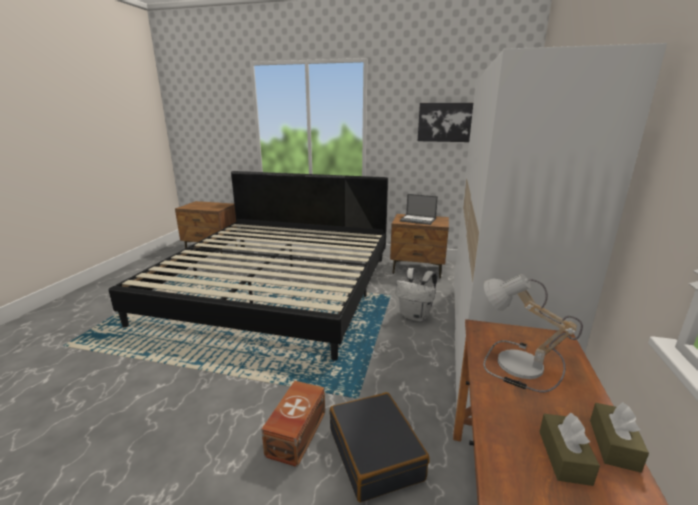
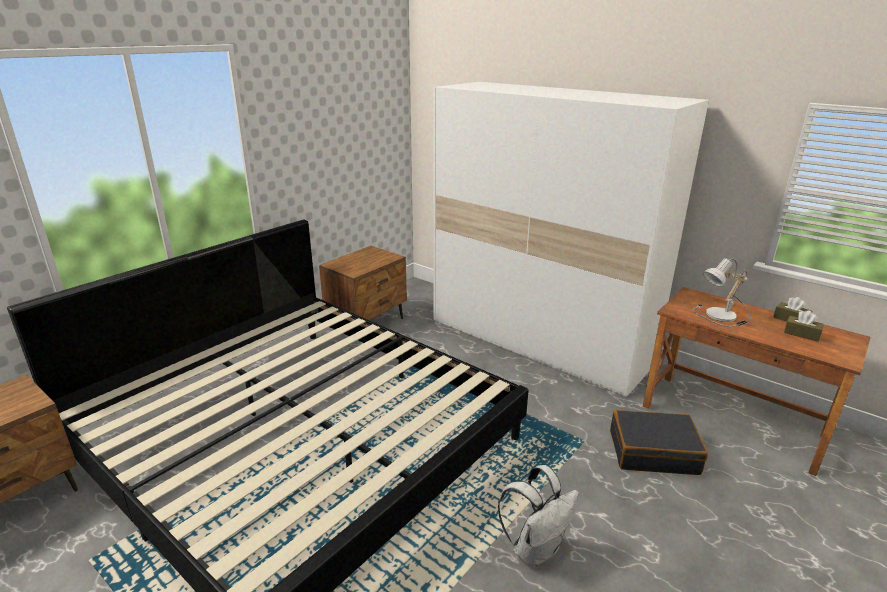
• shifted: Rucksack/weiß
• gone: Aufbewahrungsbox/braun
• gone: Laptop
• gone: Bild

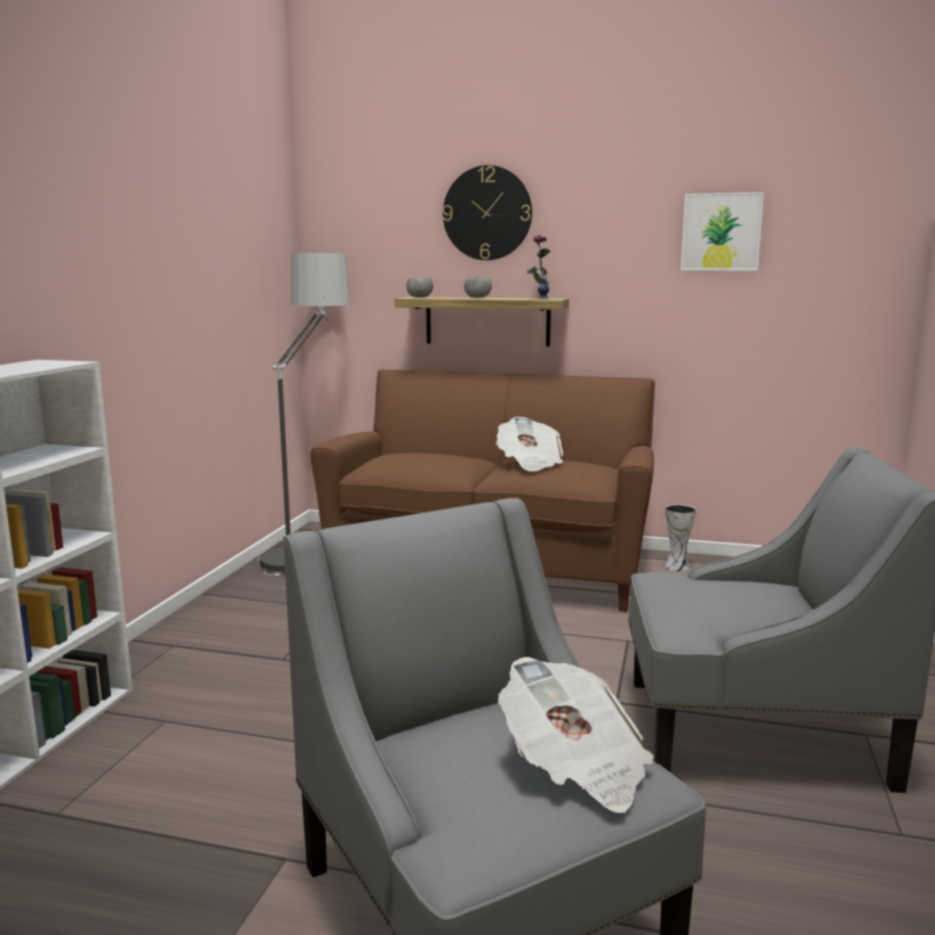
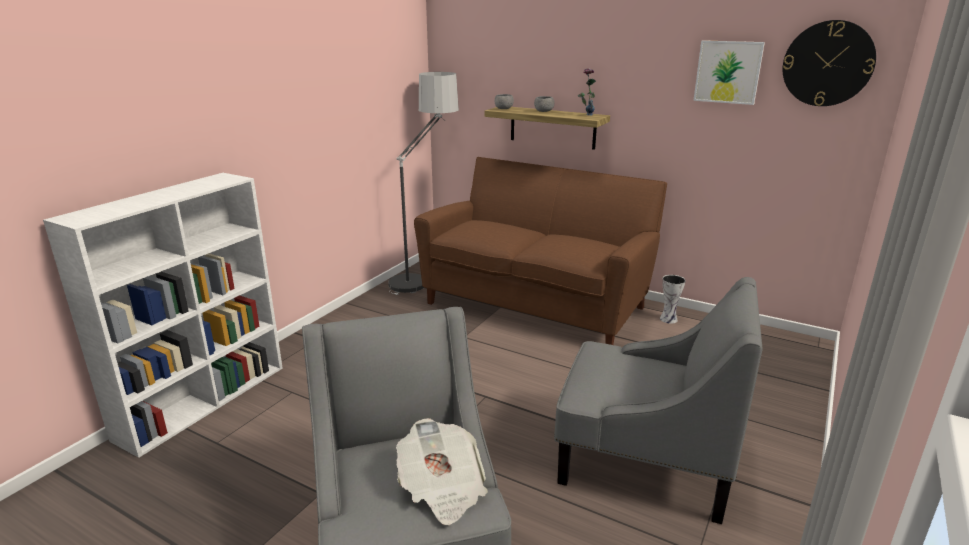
• shifted: Wanduhr
• gone: Zeitung (no. 1 from left)

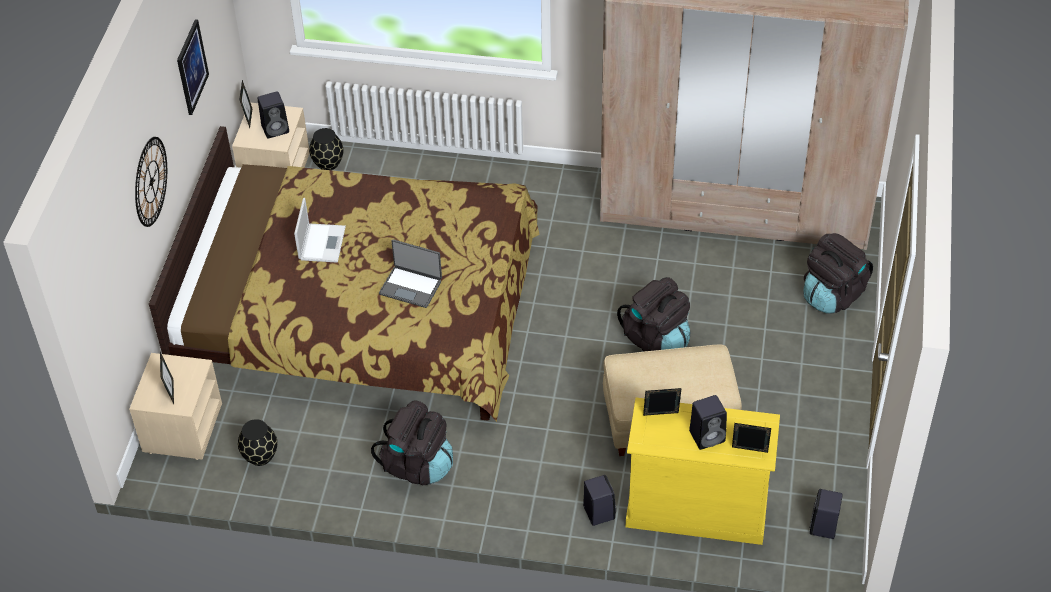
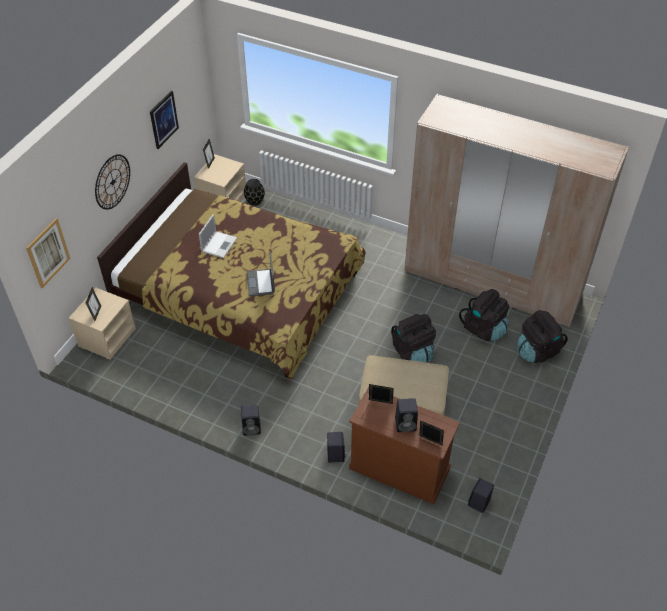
• new: Bild (no. 1 from left)
• shifted: Lautsprecher/schwarz (no. 1 from left)
• rotated: Laptop (no. 2 from left) 45 degrees clockwise
• repainted: Kommode/gelb to Kommode/braun
• shifted: Rucksack/schwarz (no. 1 from left in the first image) to Rucksack/schwarz (no. 2 from left)
• gone: Vase/schwarz (no. 1 from left)

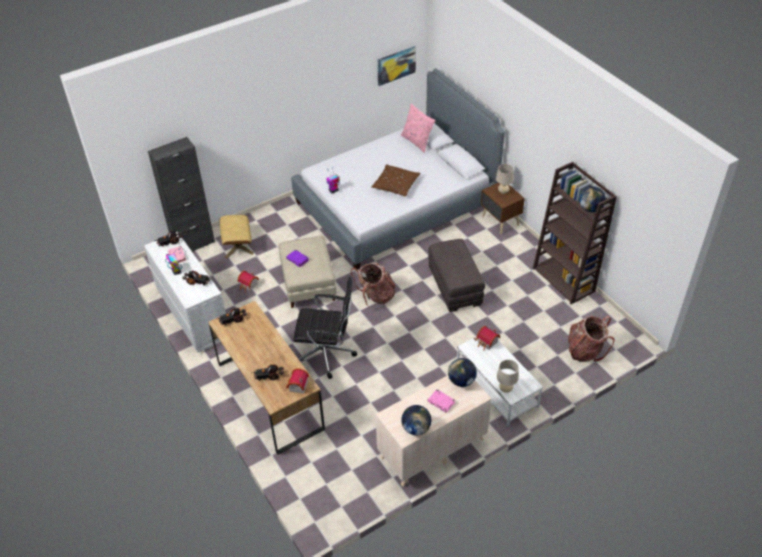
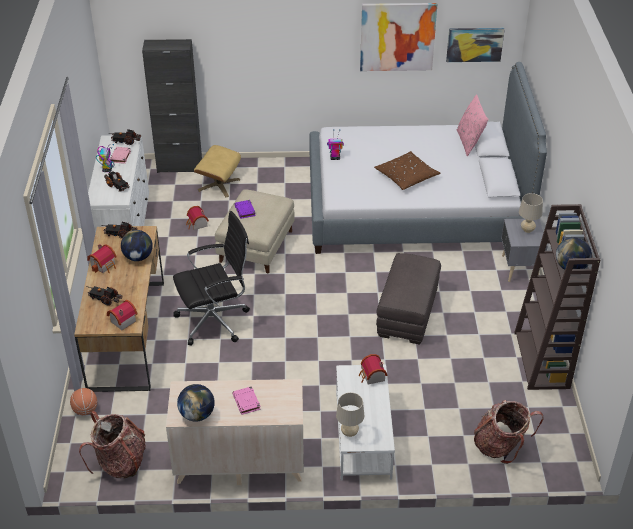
• new: Basketball
• shifted: Rucksack (no. 1 from left)
• new: Spielzeughaus (no. 1 from left)
• shifted: Globus (no. 2 from left in the first image) to Globus (no. 1 from left)
• rotated: Bürostuhl/schwarz 60 degrees counterclockwise
• new: Bild (no. 1 from left)
• repainted: Nachttisch/braun to Nachttisch/grau

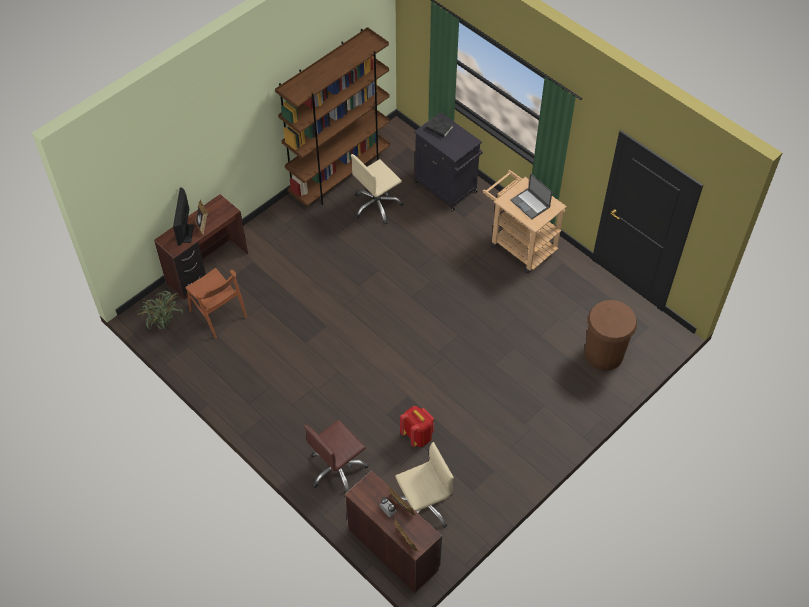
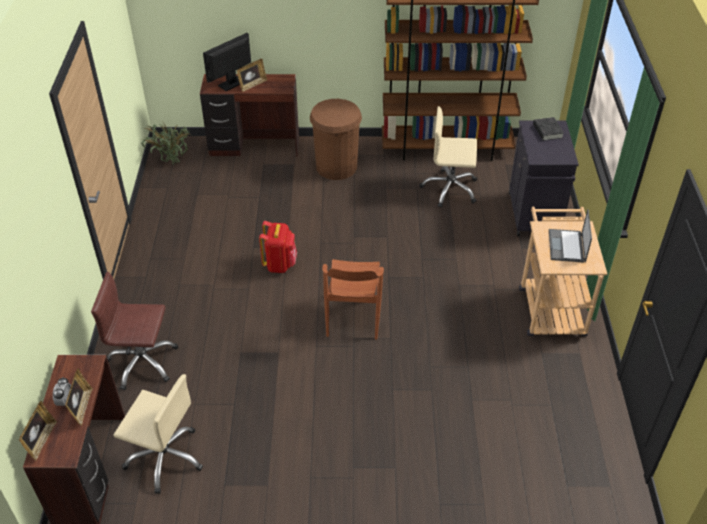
• shifted: Rucksack/rot
• shifted: Mülleimer/braun
• shifted: Stuhl/braun

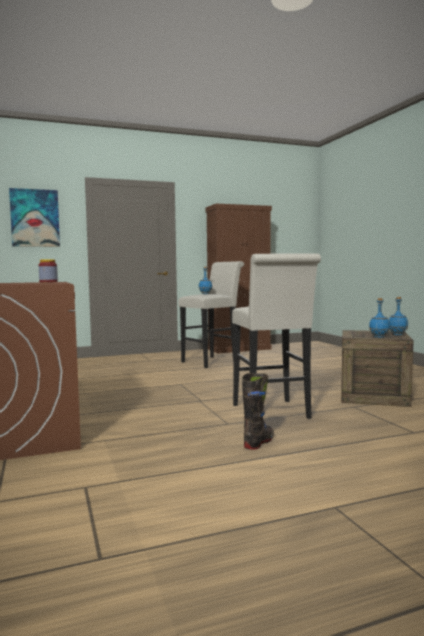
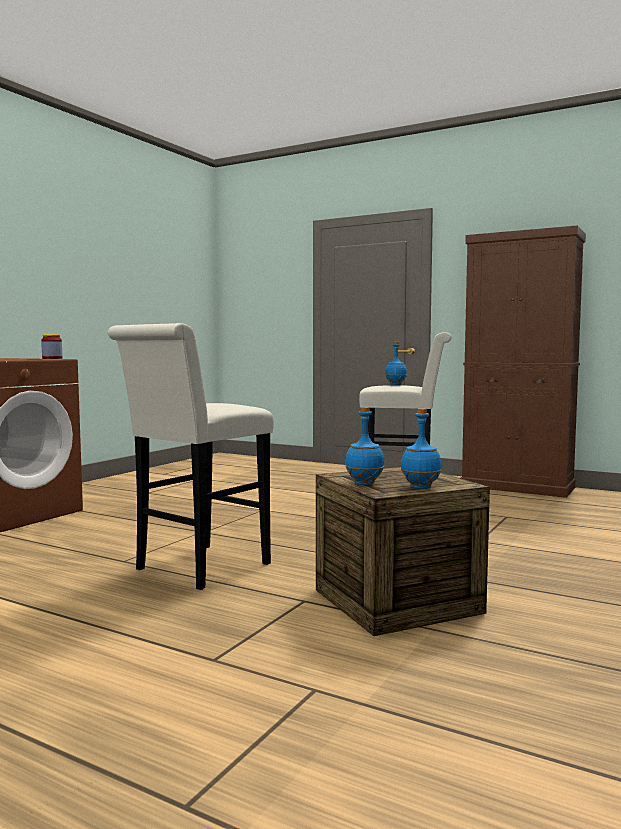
• gone: Bild
• gone: Stiefel/schwarz

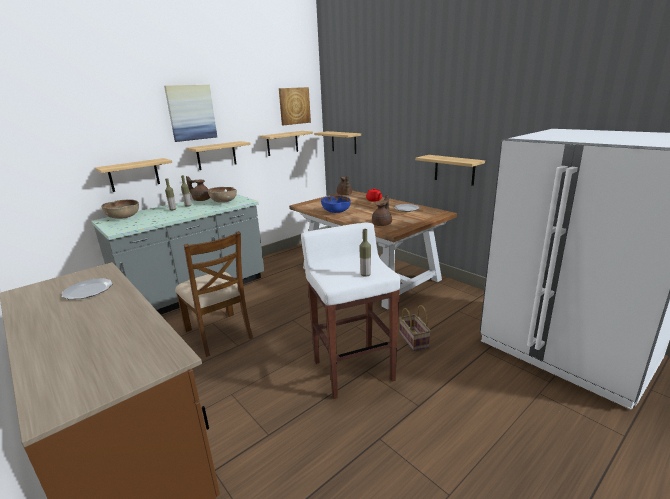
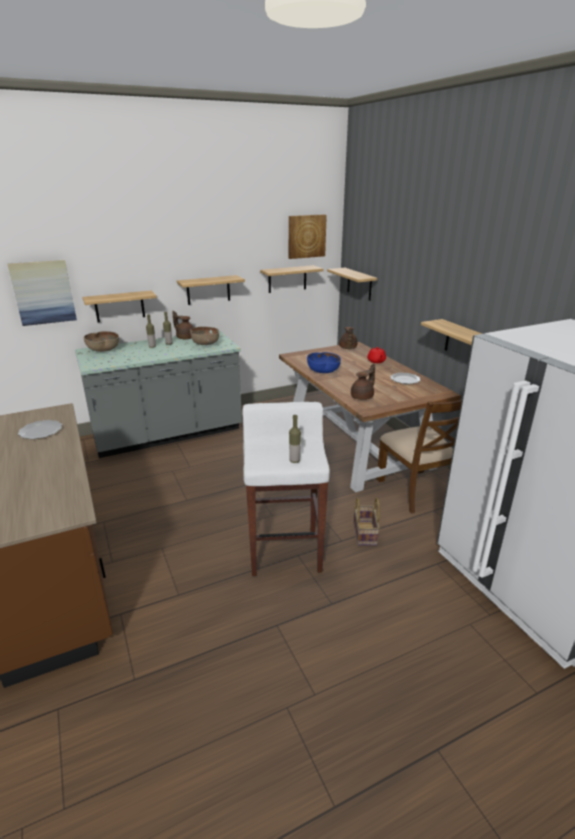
• shifted: Bild (no. 1 from left)
• shifted: Stuhl/braun

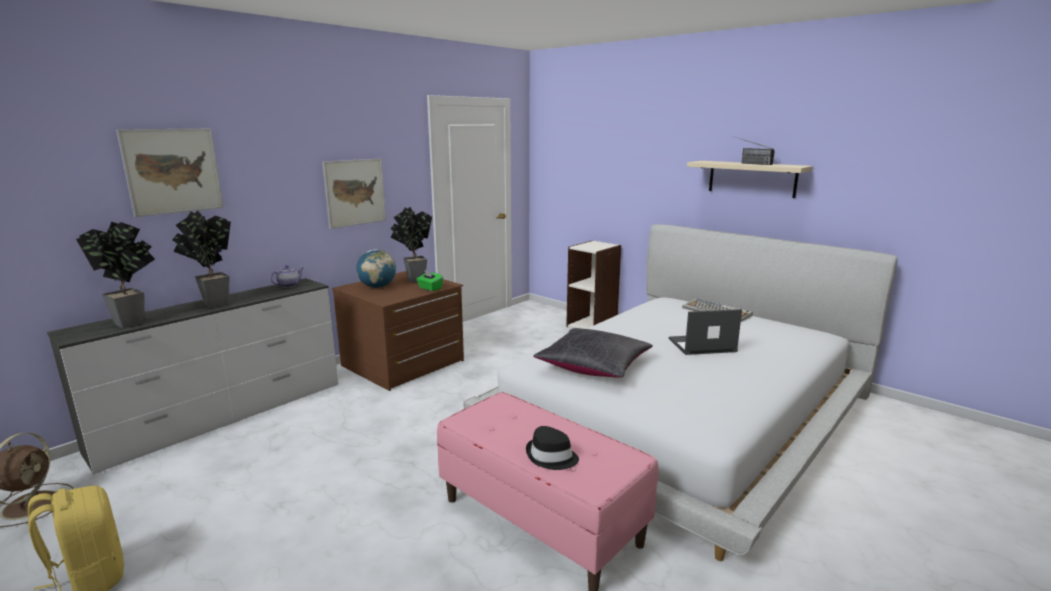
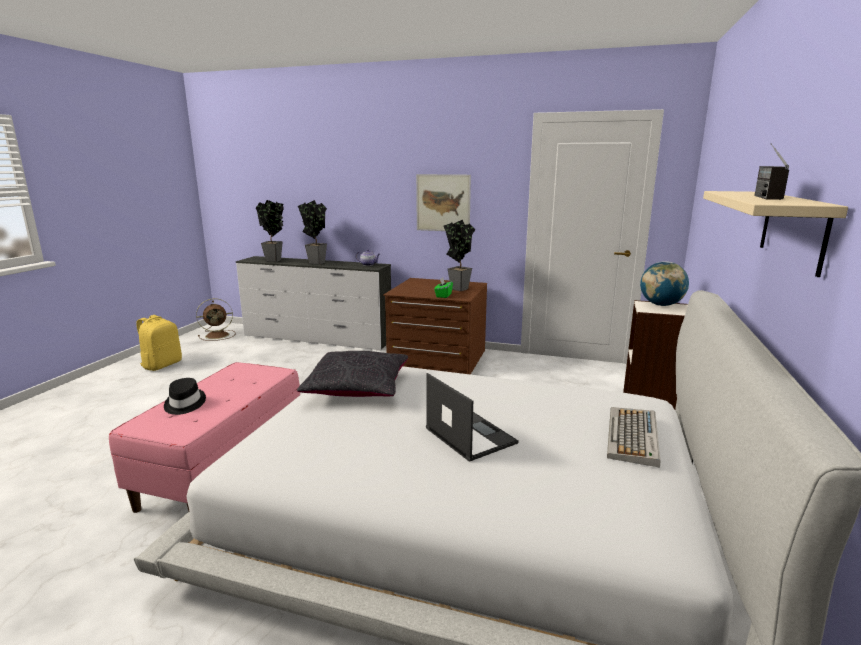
• shifted: Globus
• gone: Bild (no. 1 from left)

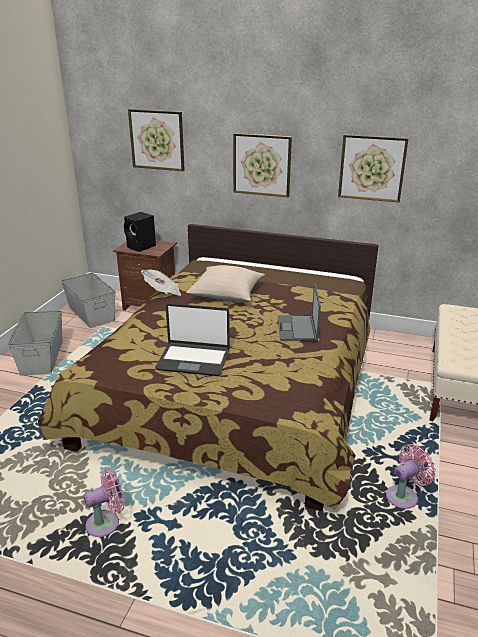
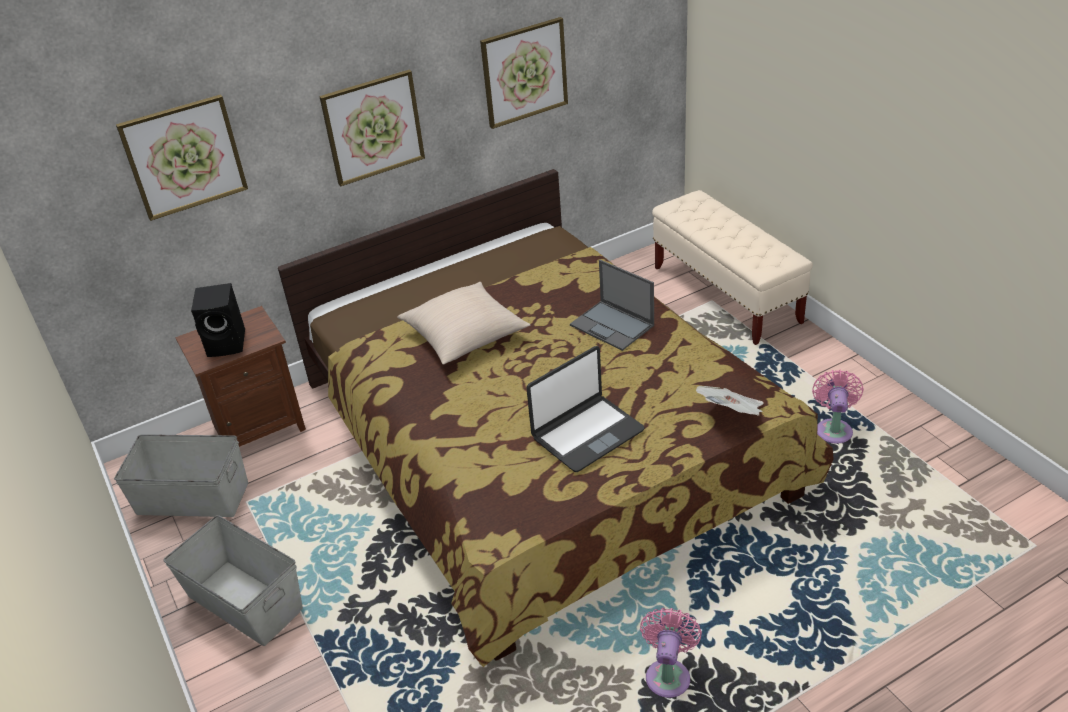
• shifted: Zeitung

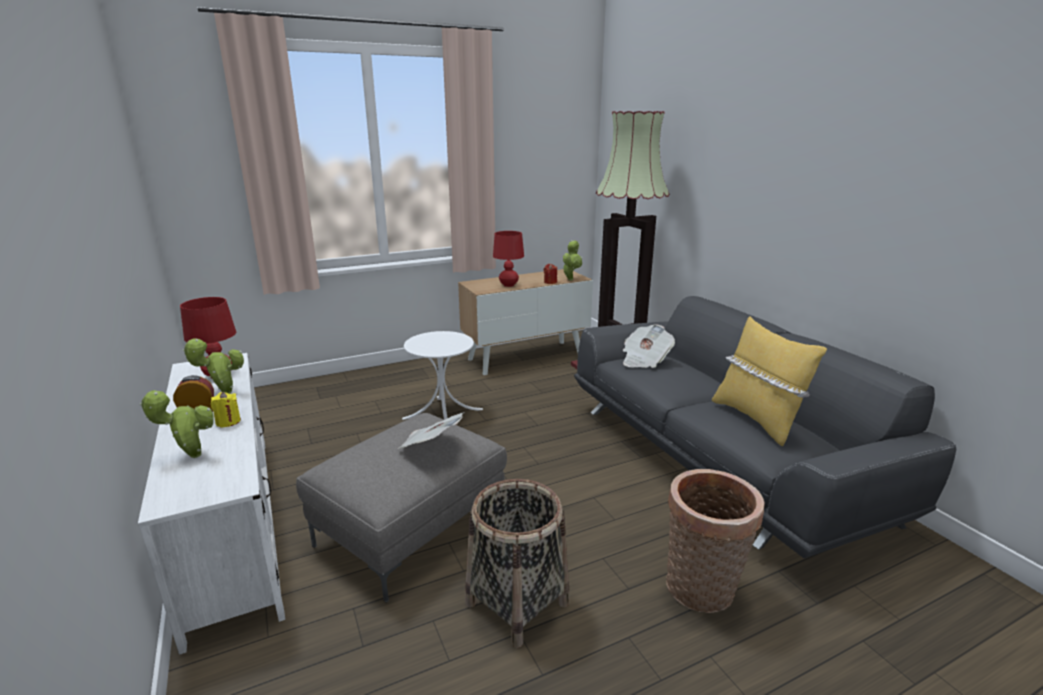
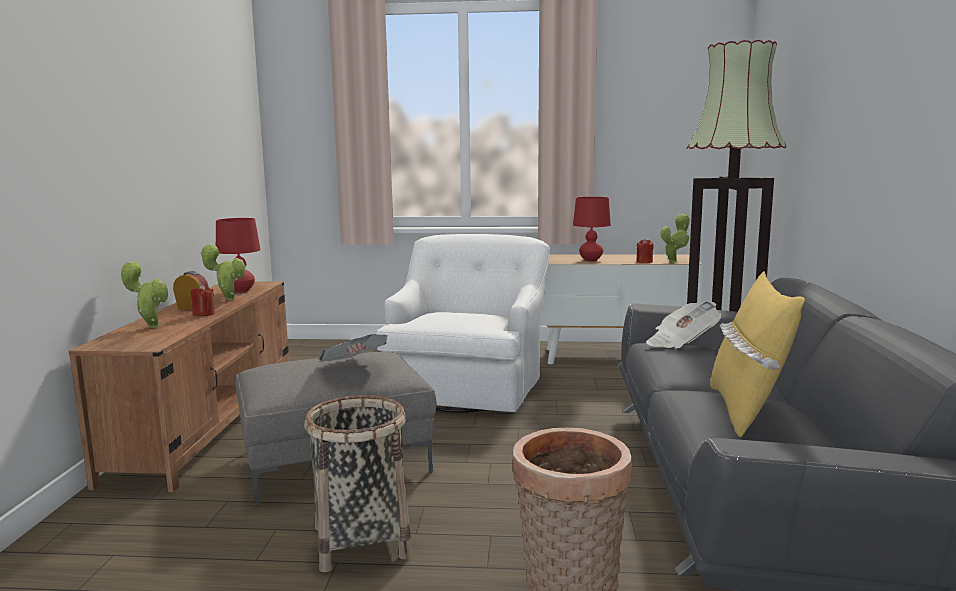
• repainted: Fernsehschrank/weiß to Fernsehschrank/braun
• repainted: Kerze/gelb to Kerze/rot (no. 1 from left)
• swapped: Beistelltisch/weiß to Sessel/weiß

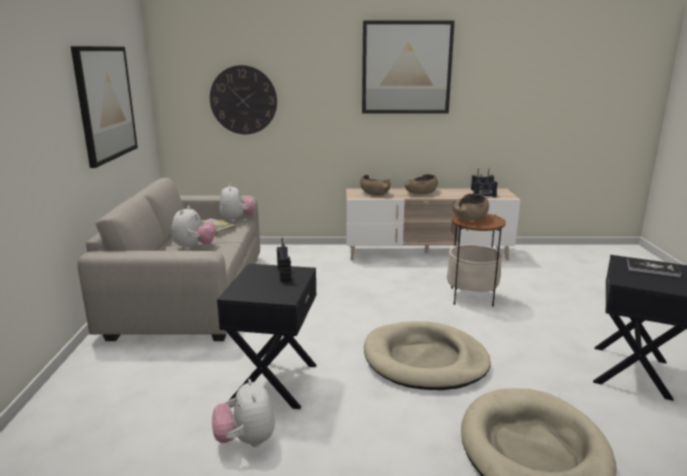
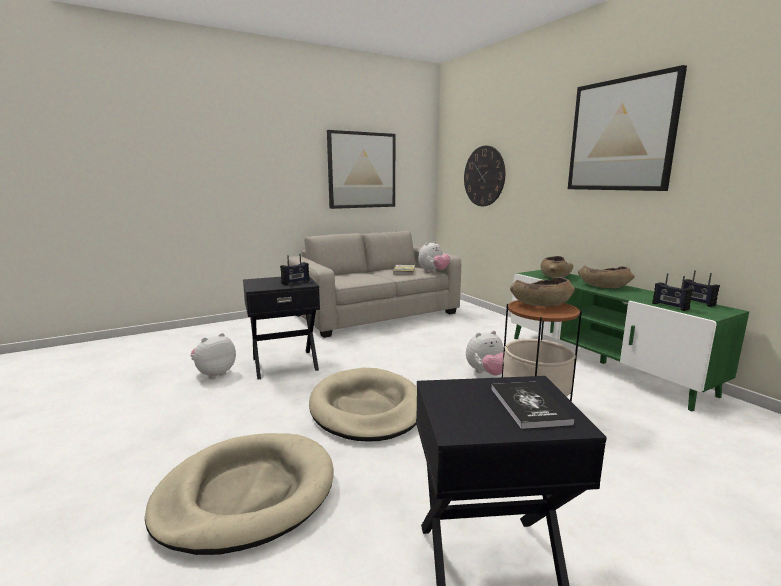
• shifted: Plüschtier (no. 1 from left in the first image) to Plüschtier (no. 3 from left)
• repainted: Fernsehschrank/beige to Fernsehschrank/grün

